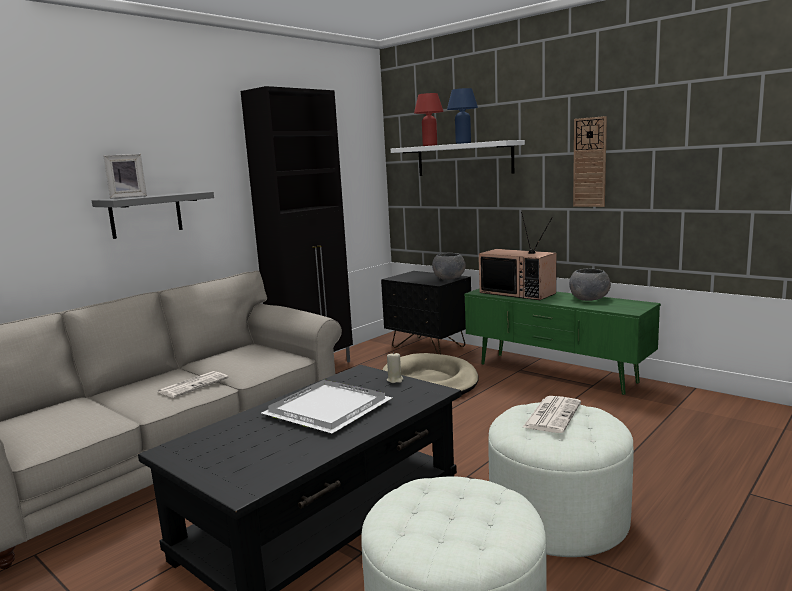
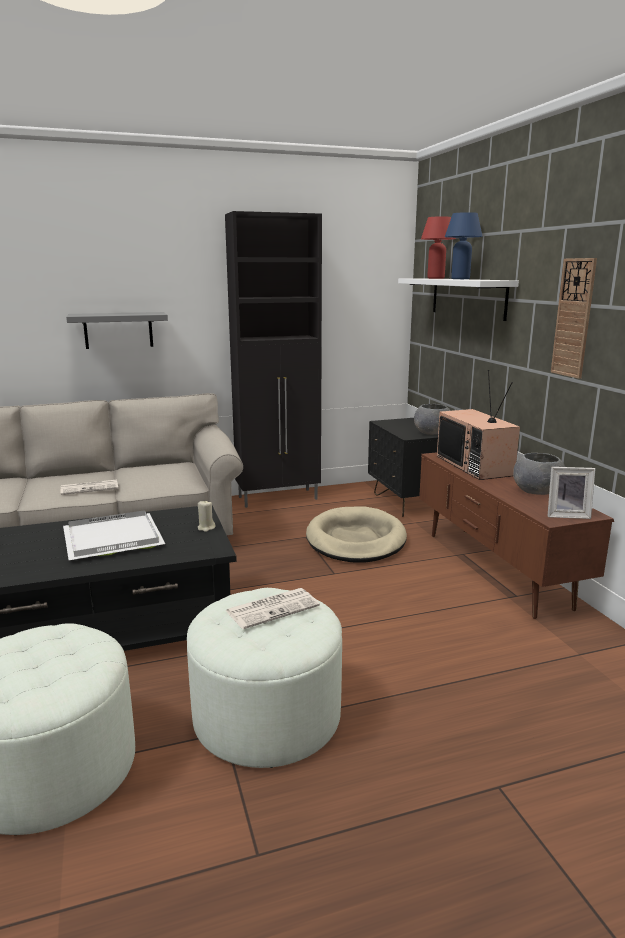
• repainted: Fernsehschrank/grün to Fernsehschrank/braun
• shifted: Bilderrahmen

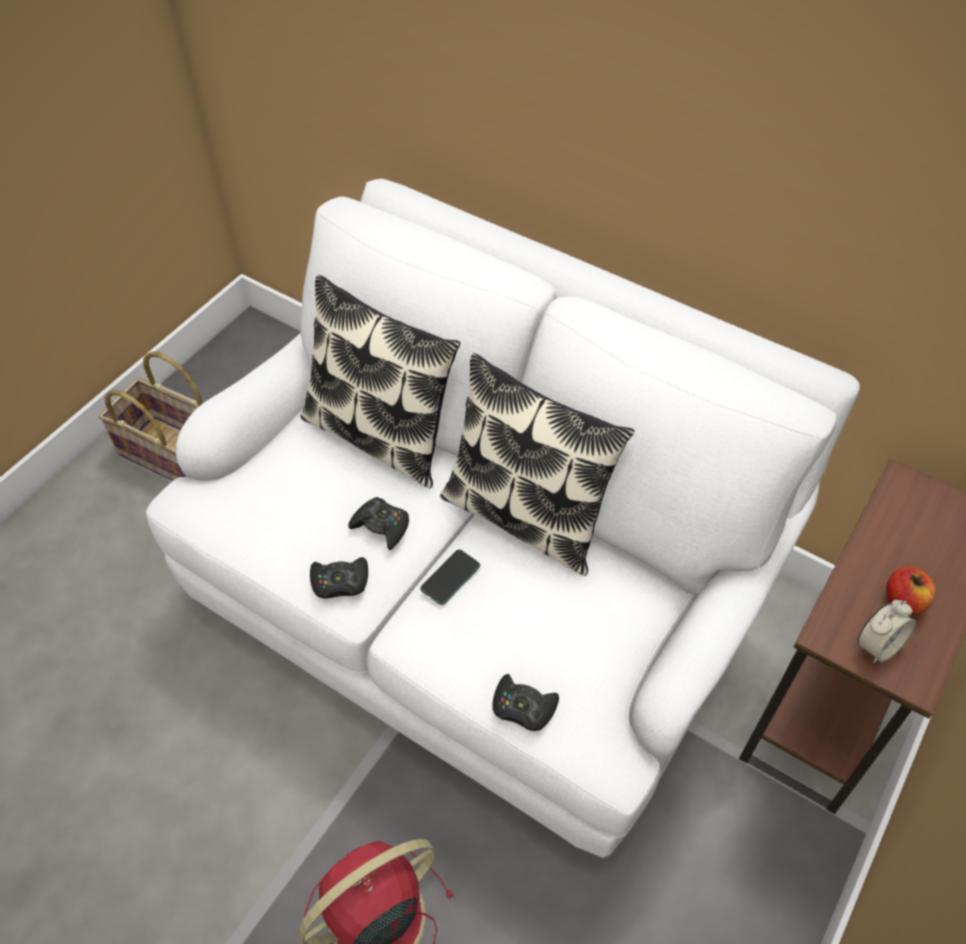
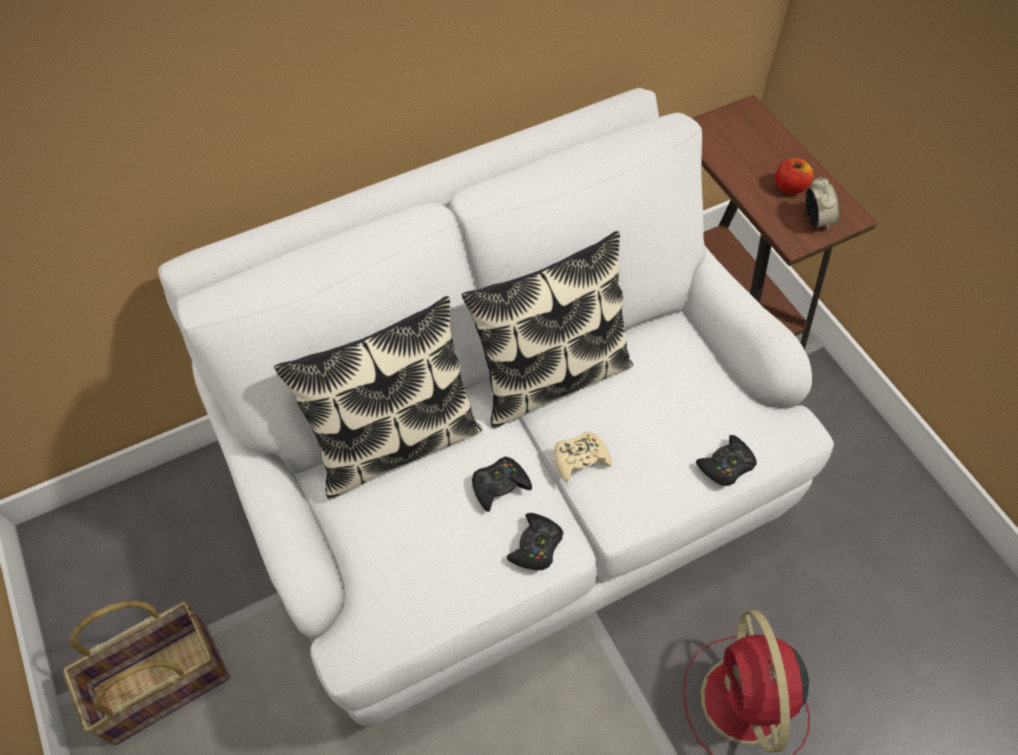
• swapped: Handy to Gamepad/beige

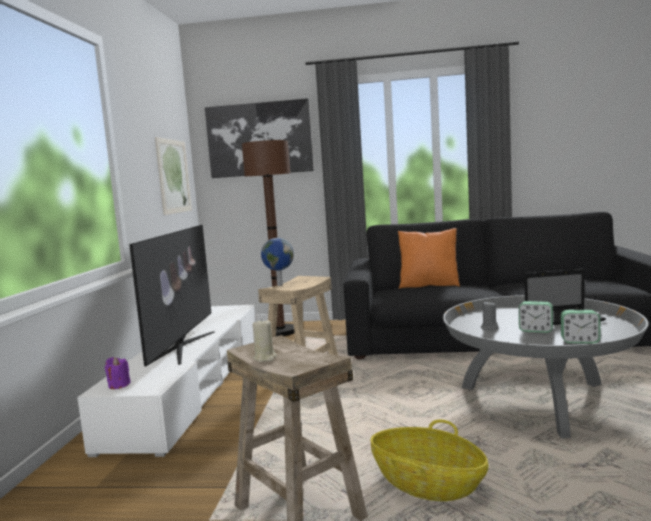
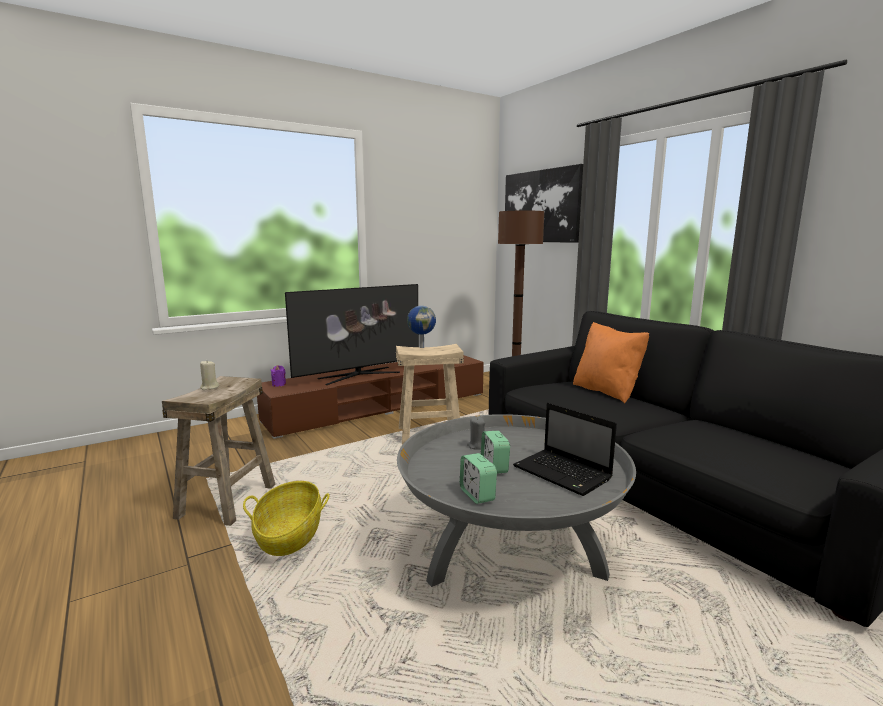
• repainted: Fernsehschrank/weiß to Fernsehschrank/braun
• gone: Bild (no. 1 from left)

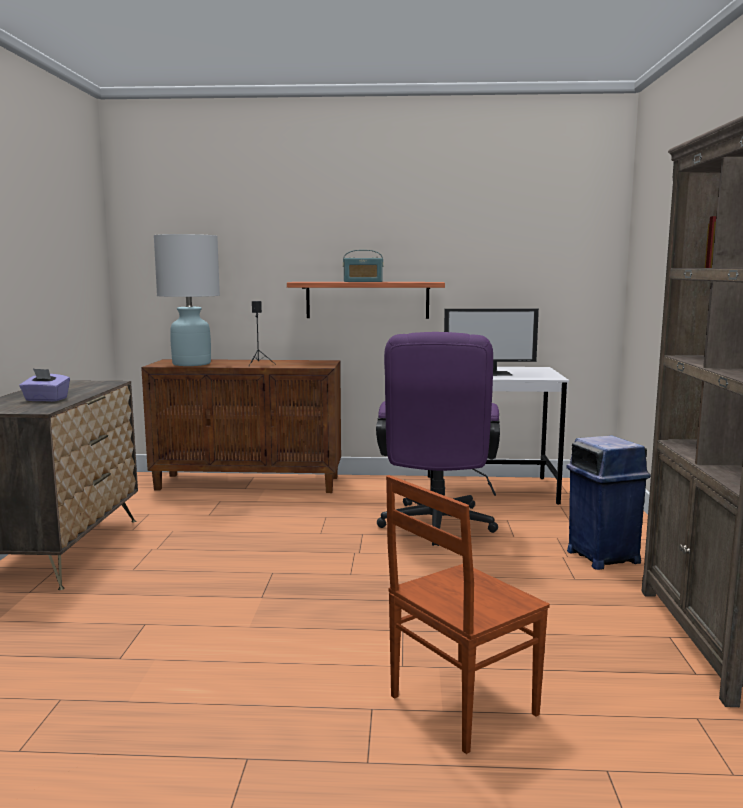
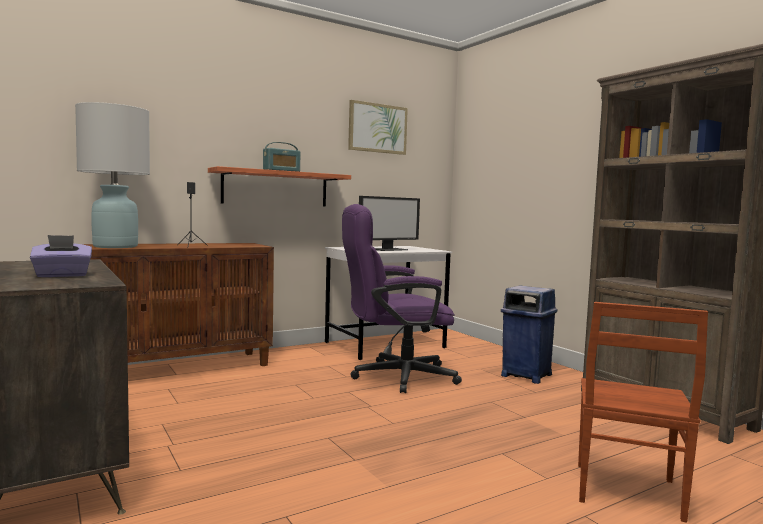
• rotated: Bürostuhl/lila 105 degrees clockwise
• new: Bild

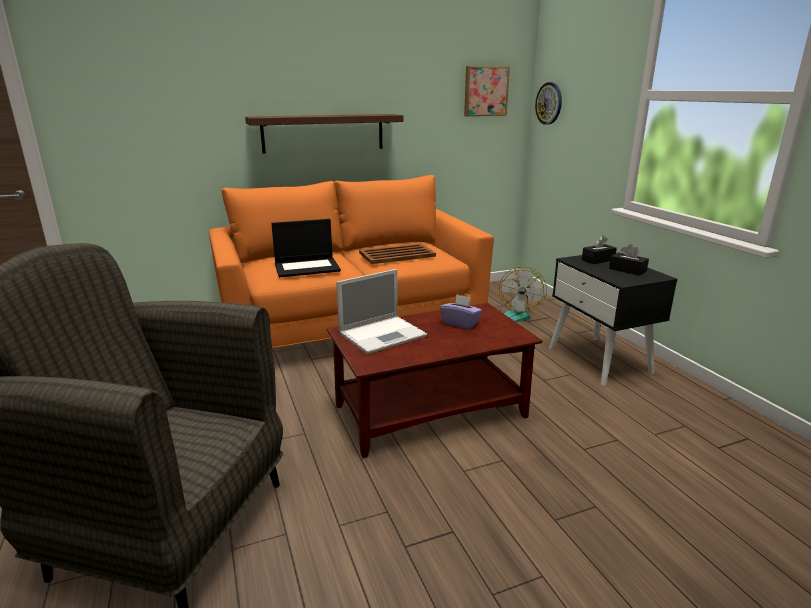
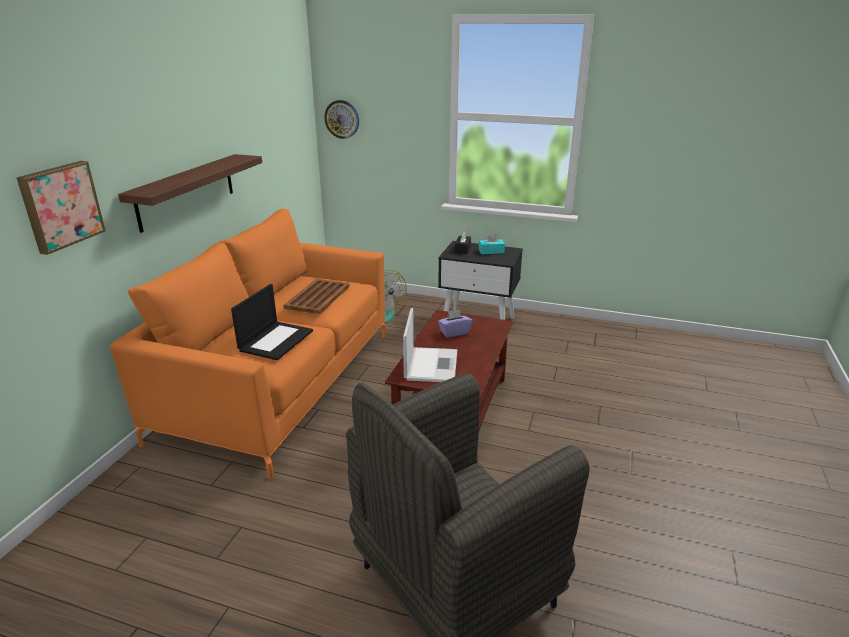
• shifted: Bild
• repainted: Taschentuchbox/schwarz (no. 2 from left) to Taschentuchbox/türkis

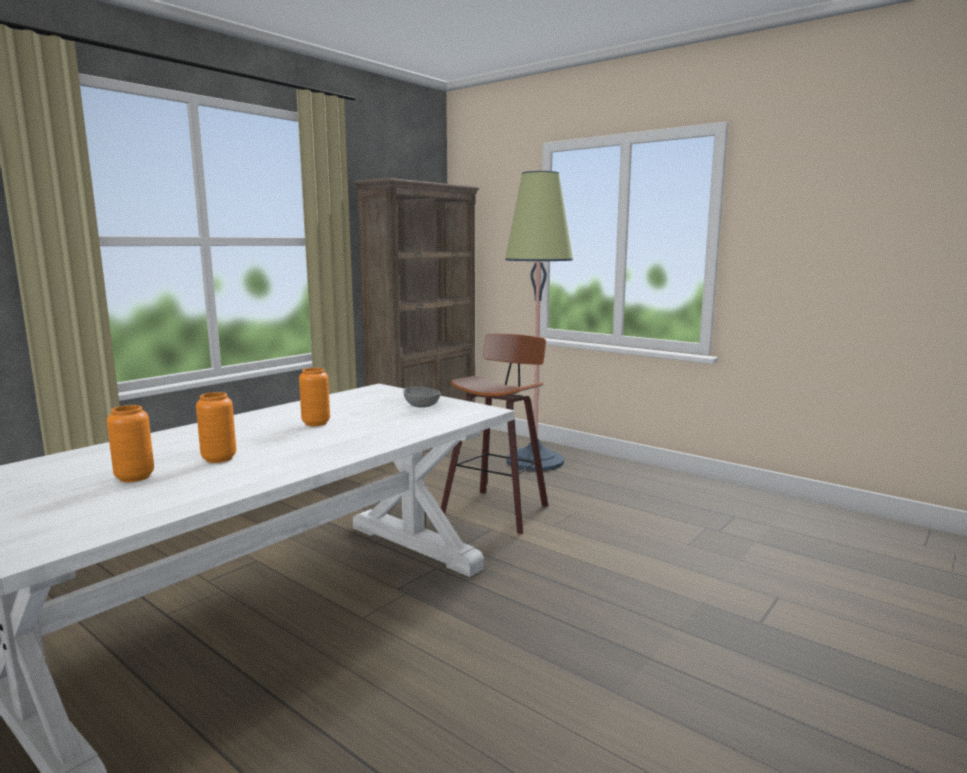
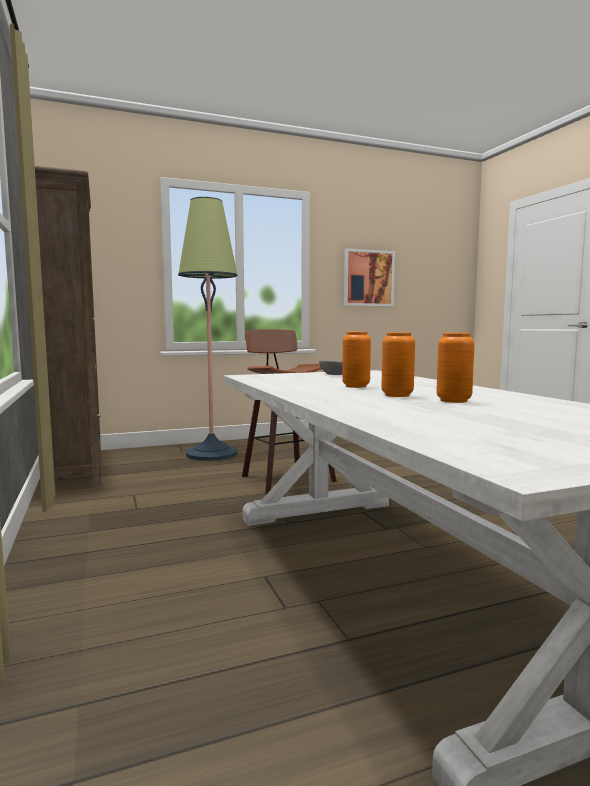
• new: Bild
• shifted: Vase/orange (no. 1 from left in the first image) to Vase/orange (no. 2 from left)

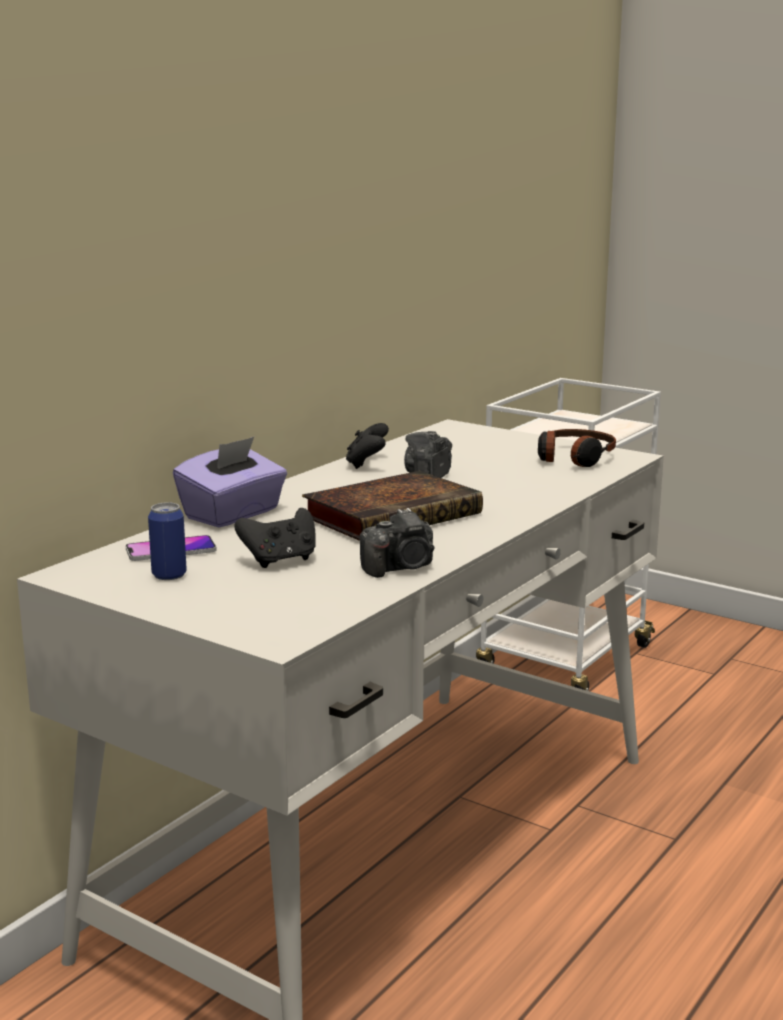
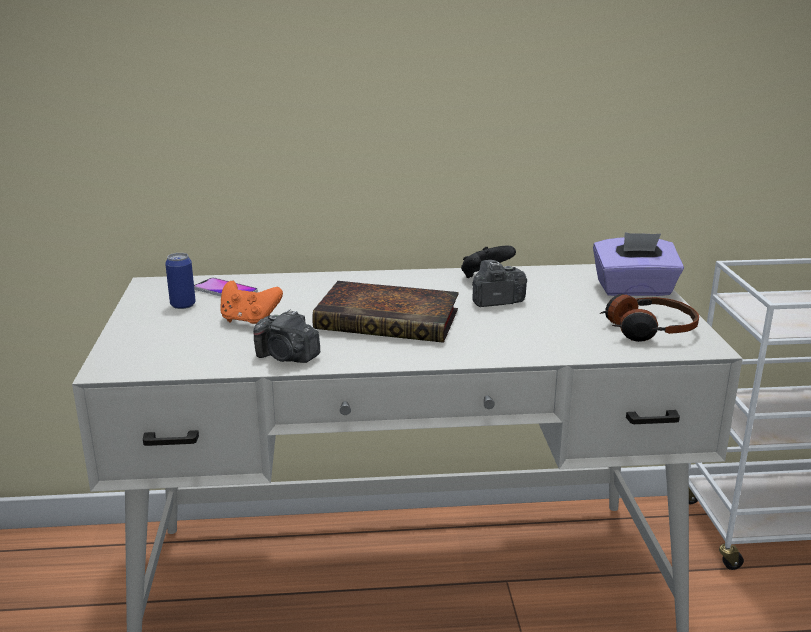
• repainted: Gamepad/schwarz (no. 1 from left) to Gamepad/orange
• shifted: Taschentuchbox/lila

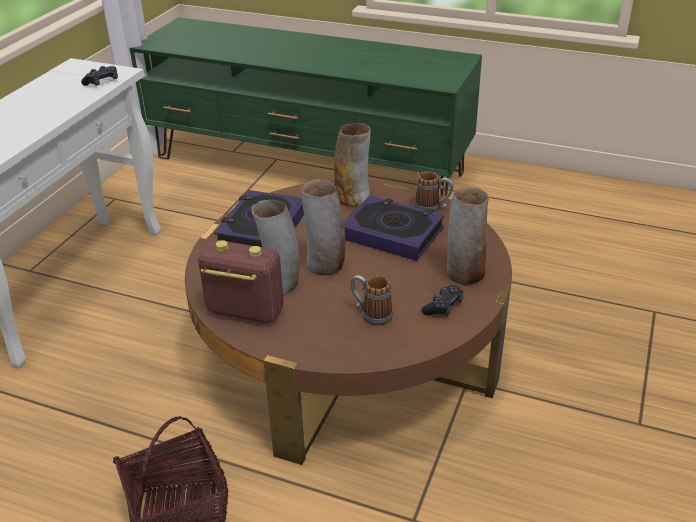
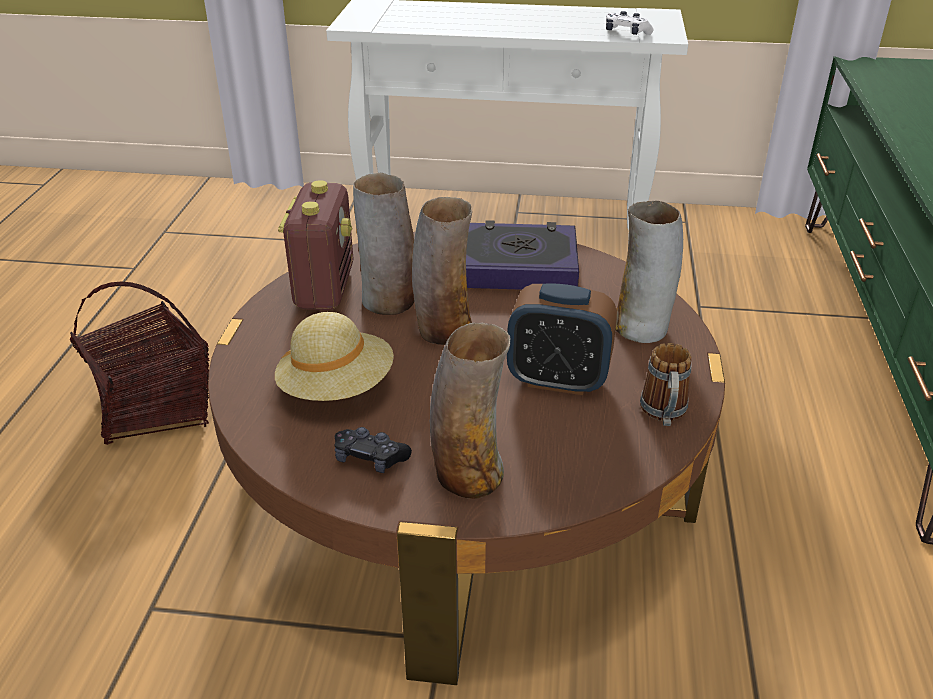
• swapped: Henkelbecher (no. 1 from left) to Hut/beige
• swapped: Buch (no. 2 from left) to Wecker
• repainted: Gamepad/schwarz (no. 1 from left) to Gamepad/weiß

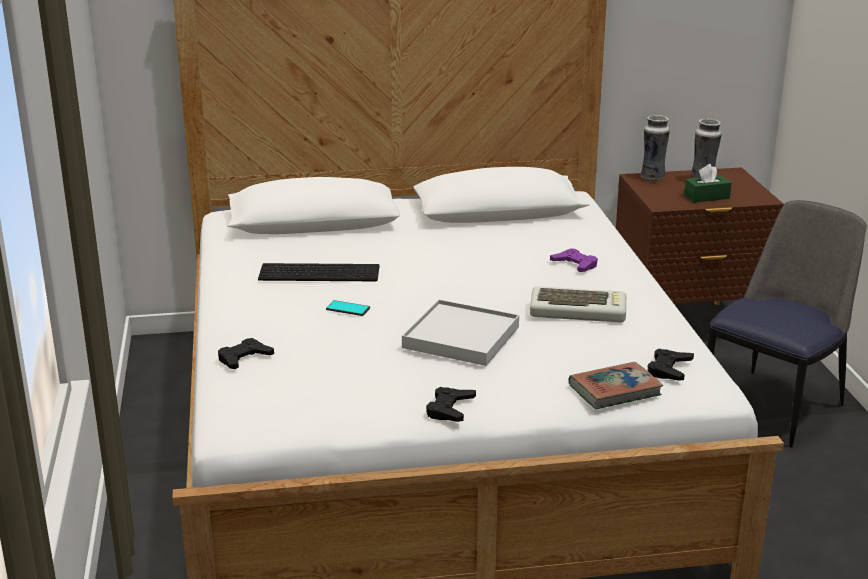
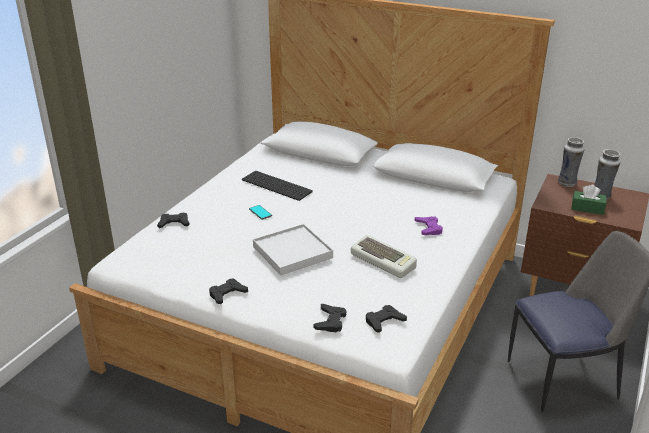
• swapped: Buch to Gamepad/schwarz (no. 3 from left)

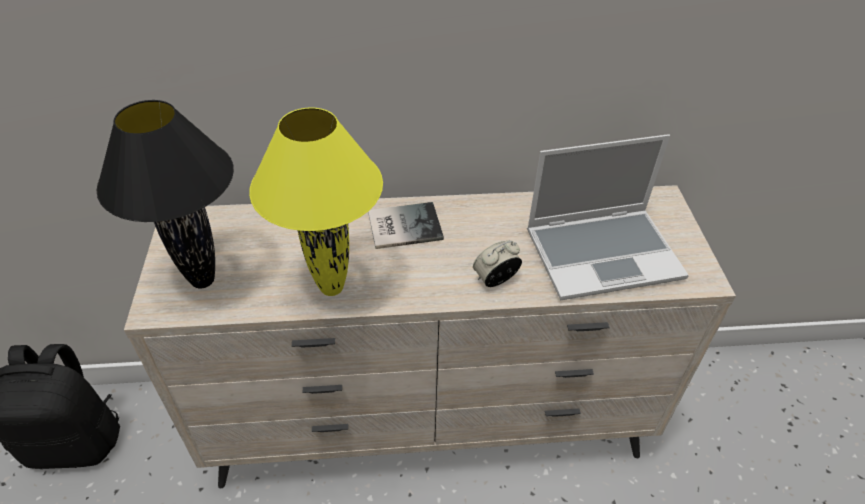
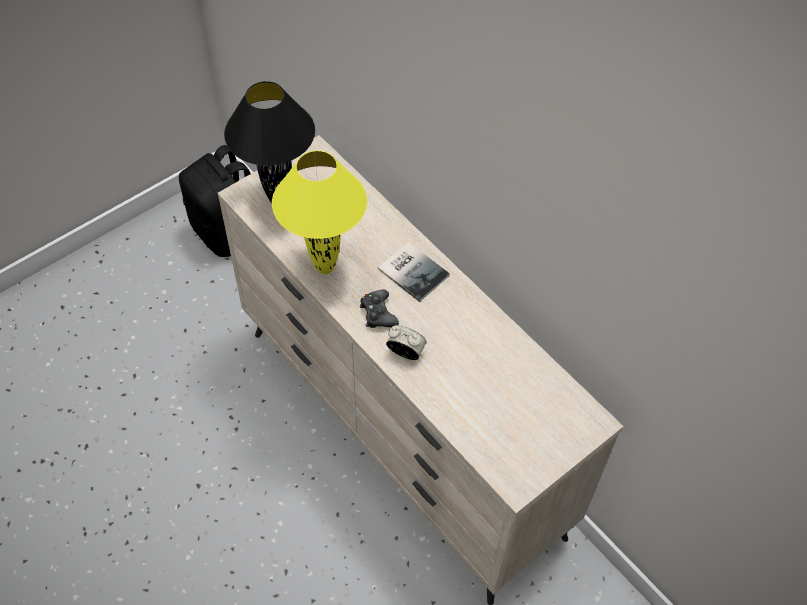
• new: Gamepad/schwarz
• gone: Laptop

